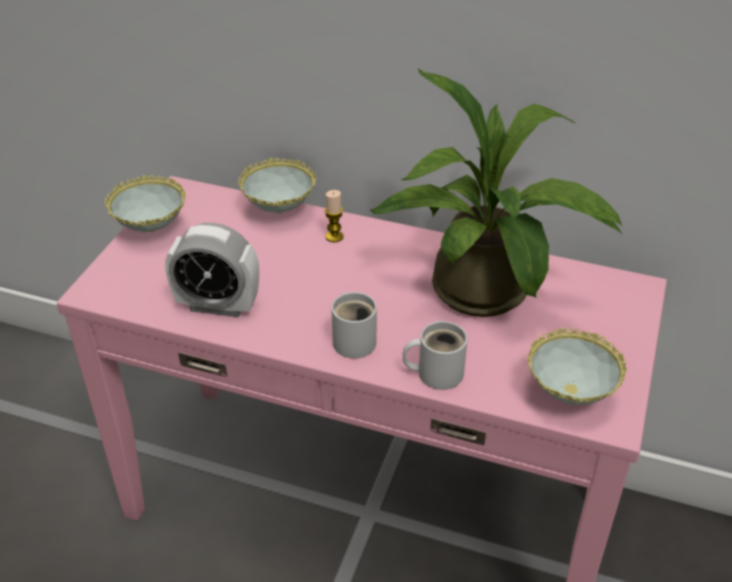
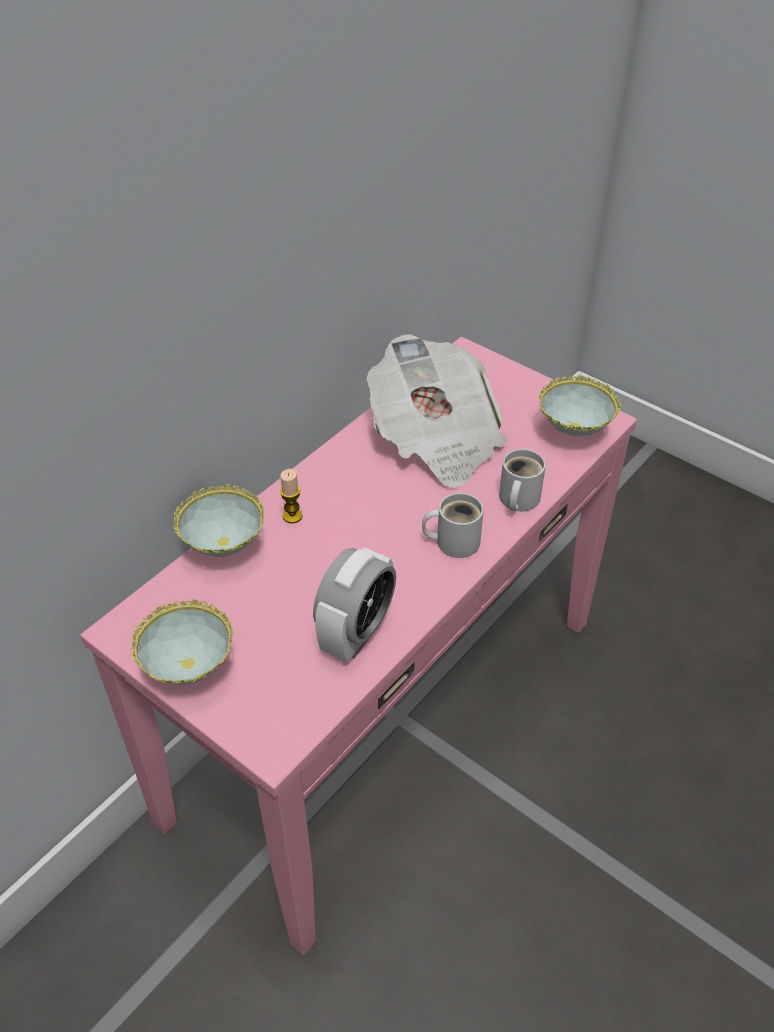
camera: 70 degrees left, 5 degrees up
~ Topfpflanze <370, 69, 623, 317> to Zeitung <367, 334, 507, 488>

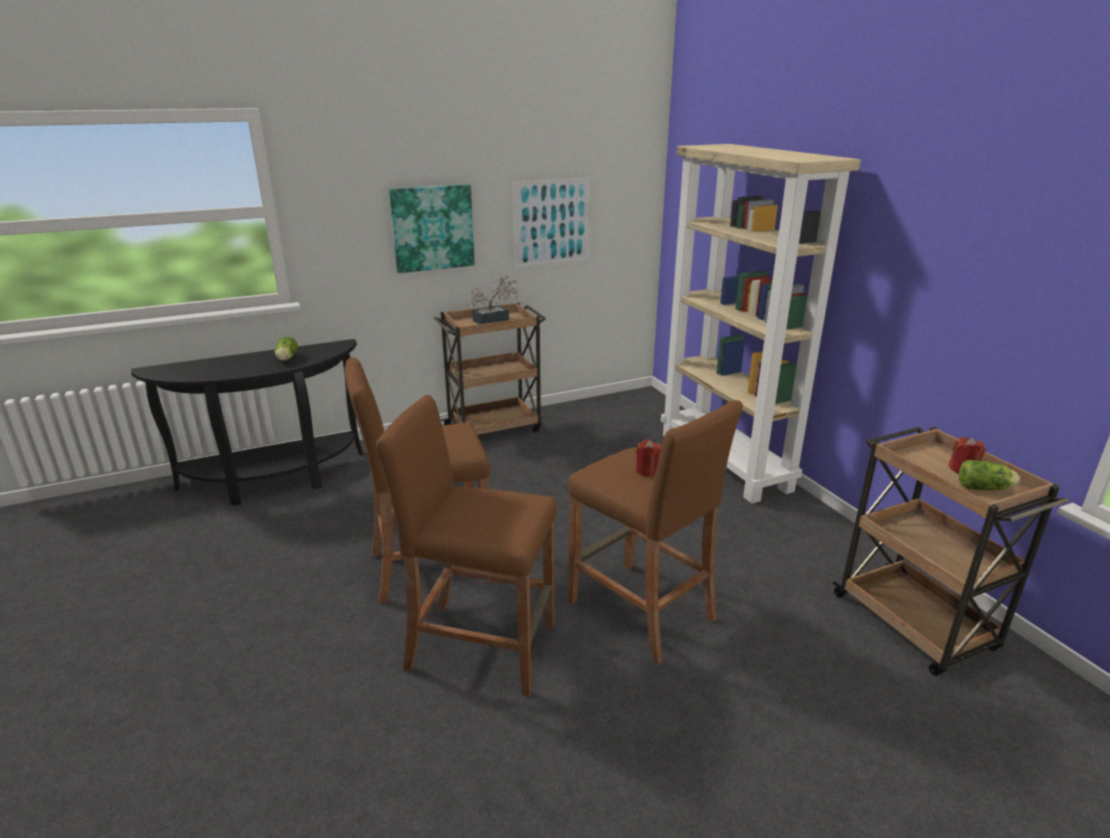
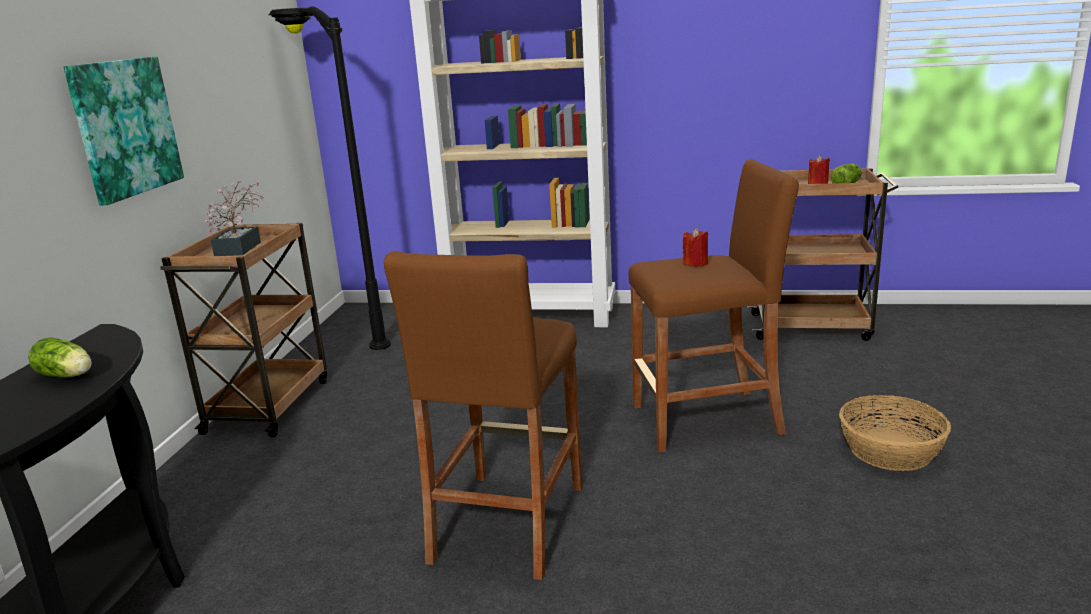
camera: 55 degrees left, 5 degrees down
- Hocker [braun] <376, 394, 557, 696>
- Bild <513, 178, 591, 268>
+ Stehlampe [schwarz] <268, 6, 391, 350>
+ Korb <839, 395, 951, 471>

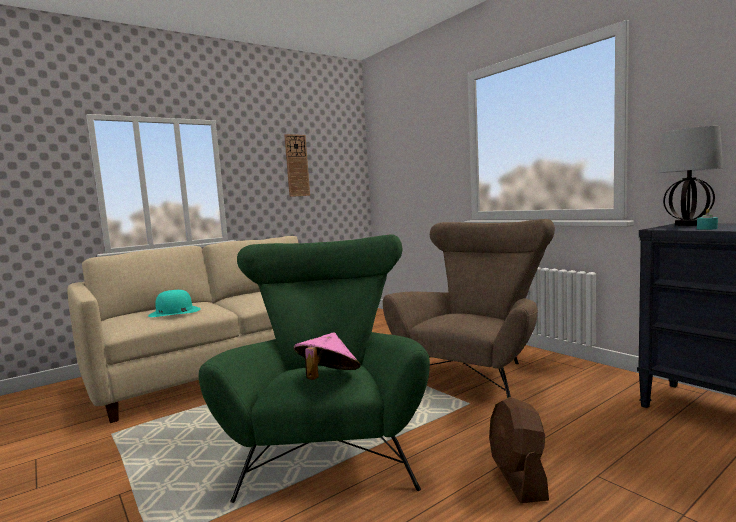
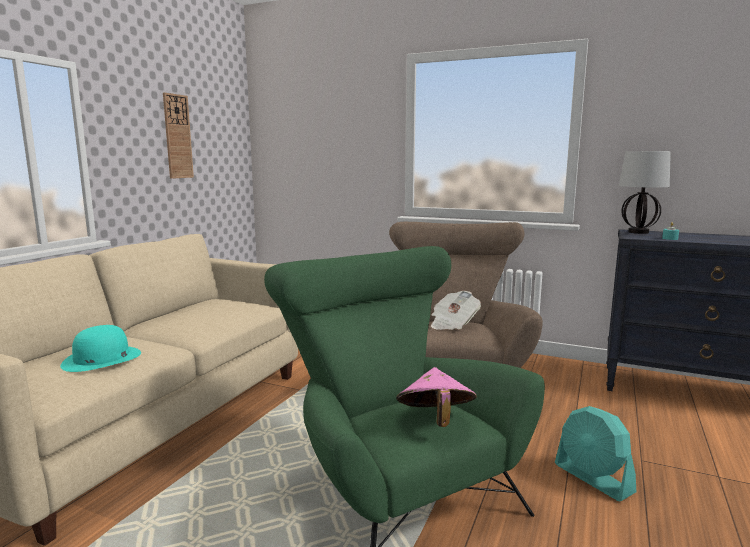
camera: 30 degrees left, 5 degrees up
+ Zeitung <431, 291, 481, 330>
~ Ventilator [braun] <489, 397, 549, 503> to Ventilator [türkis] <555, 406, 636, 502>

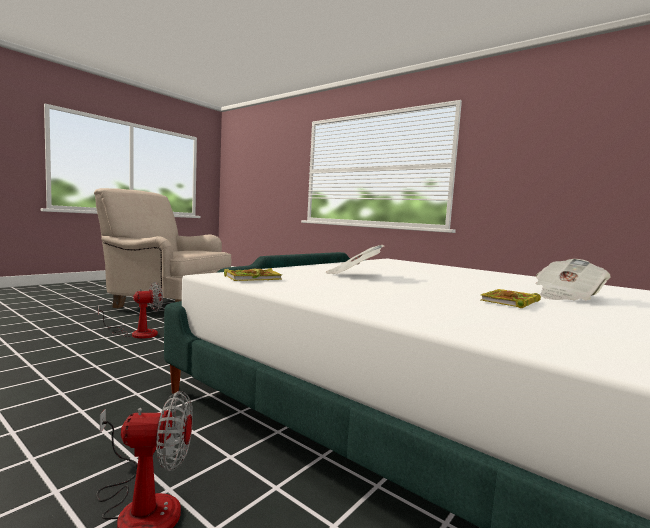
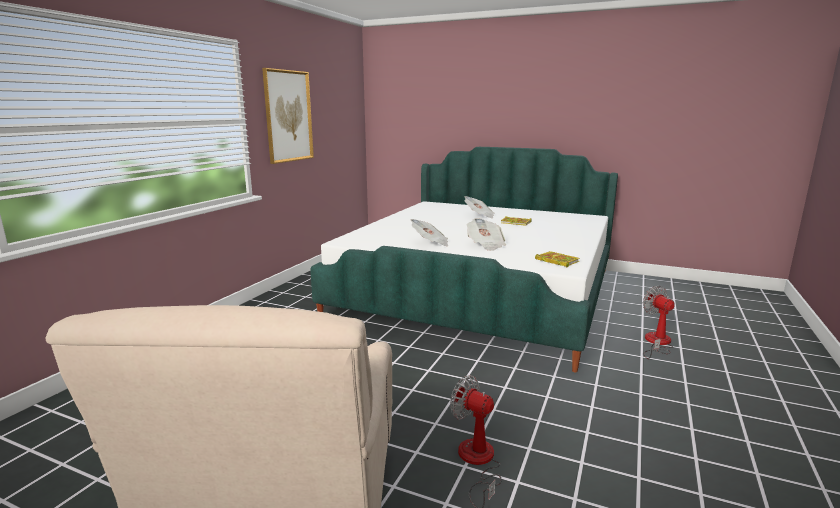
camera: 105 degrees left, 10 degrees up
+ Bild <262, 68, 314, 164>
+ Zeitung <411, 219, 448, 246>

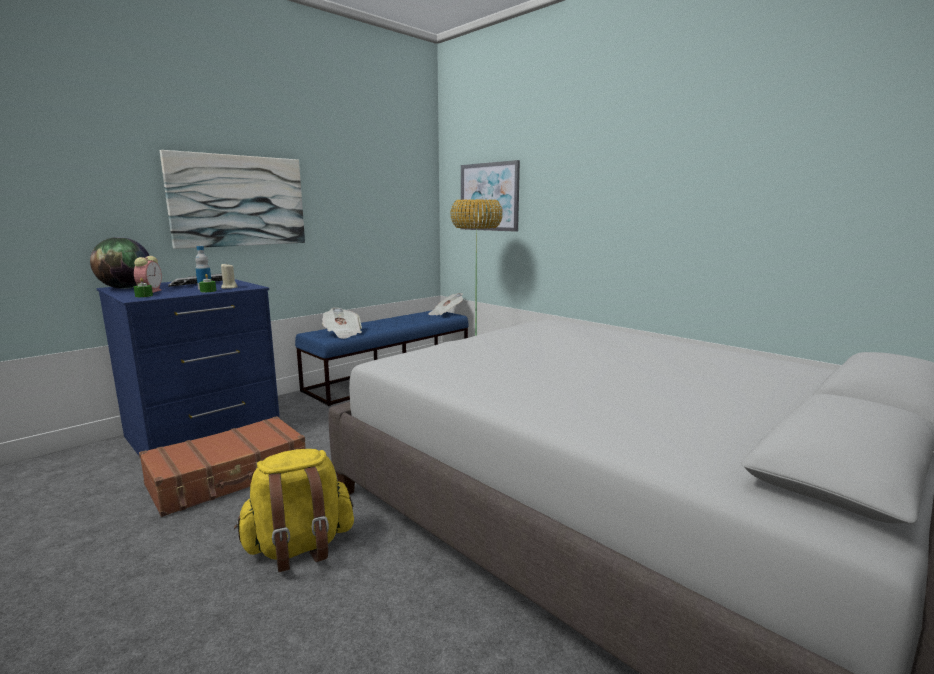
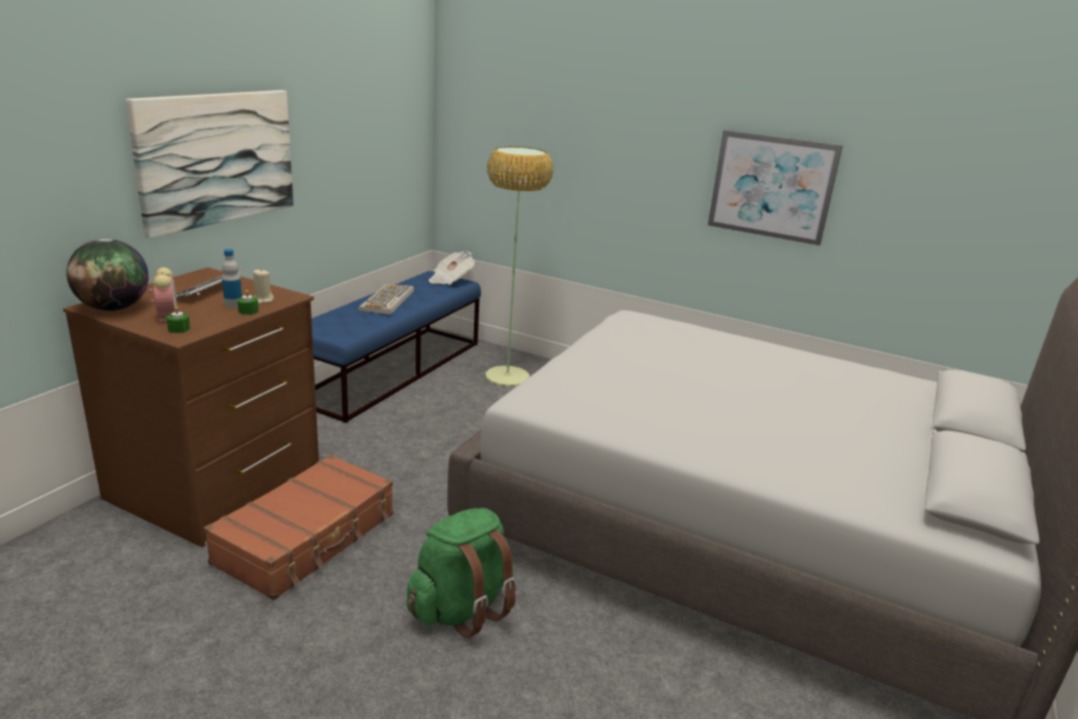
camera: 20 degrees left, 10 degrees up
- Zeitung <322, 308, 362, 339>
+ Tastatur <358, 284, 414, 315>
~ Bild <461, 160, 520, 232> to <708, 130, 843, 246>
~ Kommode [blau] <97, 279, 280, 457> to Kommode [braun] <63, 267, 319, 548>
~ Rucksack [gelb] <234, 449, 354, 572> to Rucksack [grün] <407, 508, 517, 638>

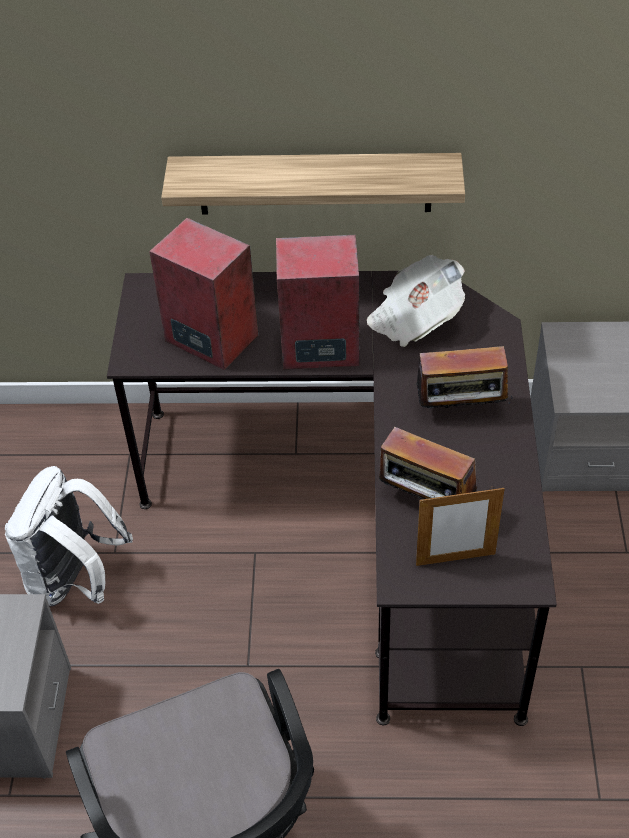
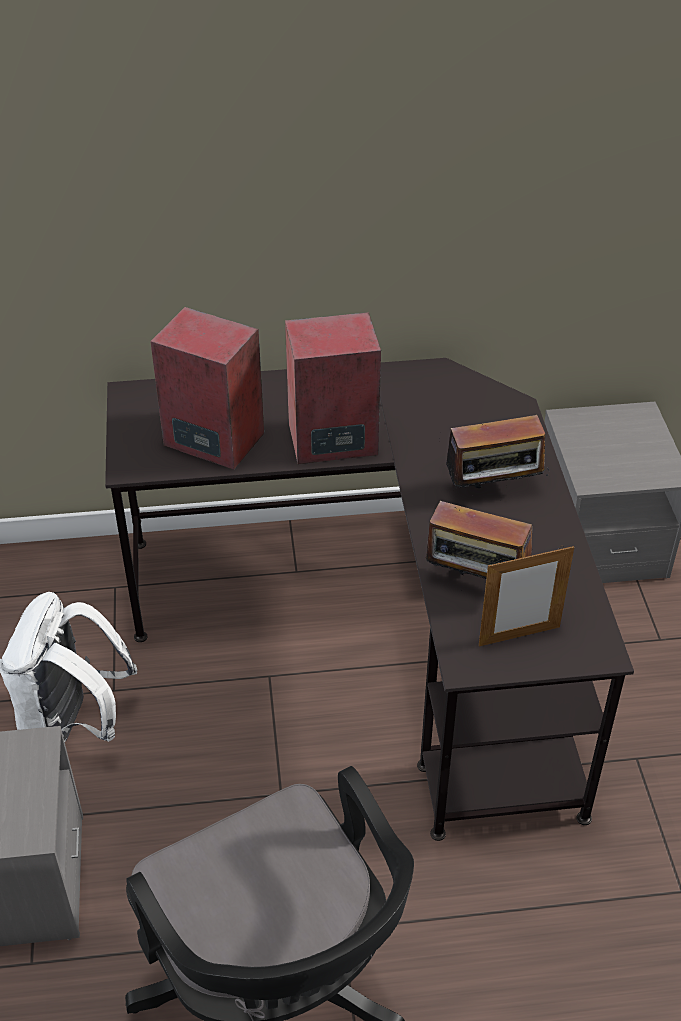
camera: 10 degrees left, 5 degrees down
- Wandregal <161, 153, 465, 215>
- Zeitung <367, 255, 465, 347>

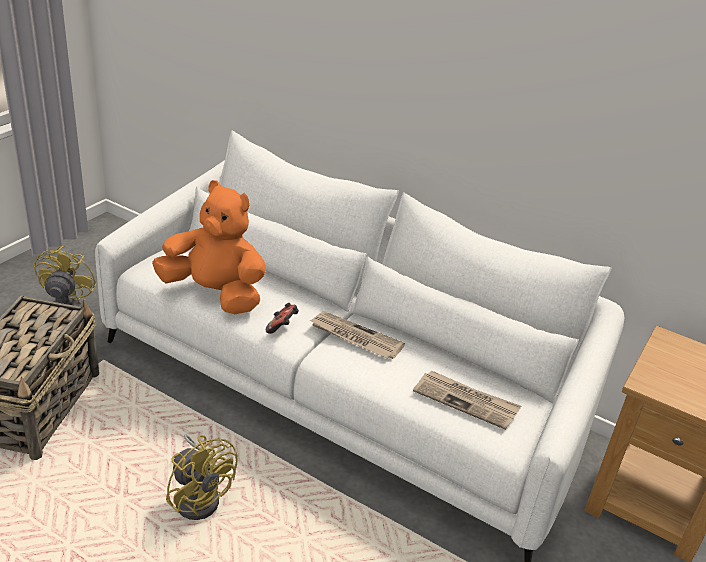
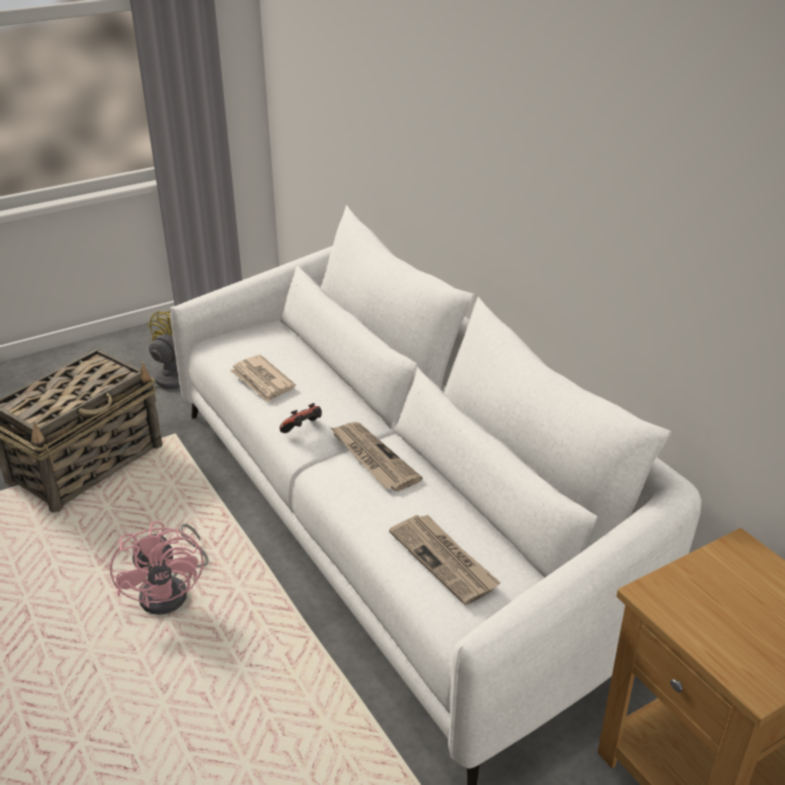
camera: 30 degrees right, 0 degrees up
~ Plüschtier [orange] <152, 180, 266, 314> to Zeitung <230, 355, 296, 403>
~ Ventilator [gelb] <166, 435, 238, 520> to Ventilator [rosa] <110, 521, 209, 615>

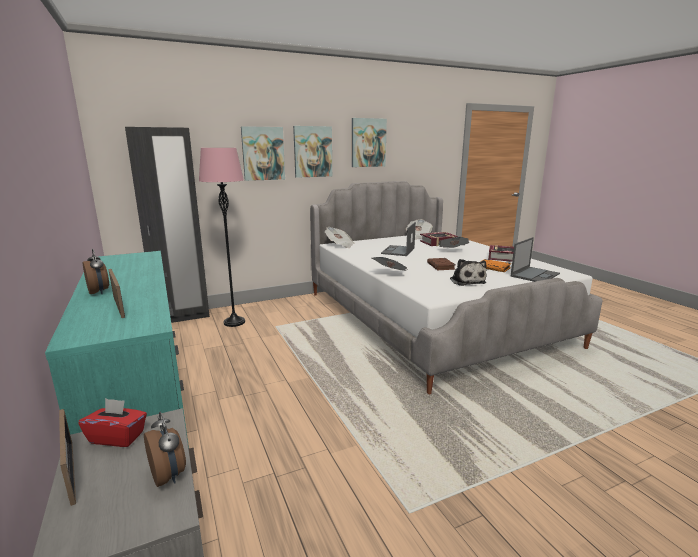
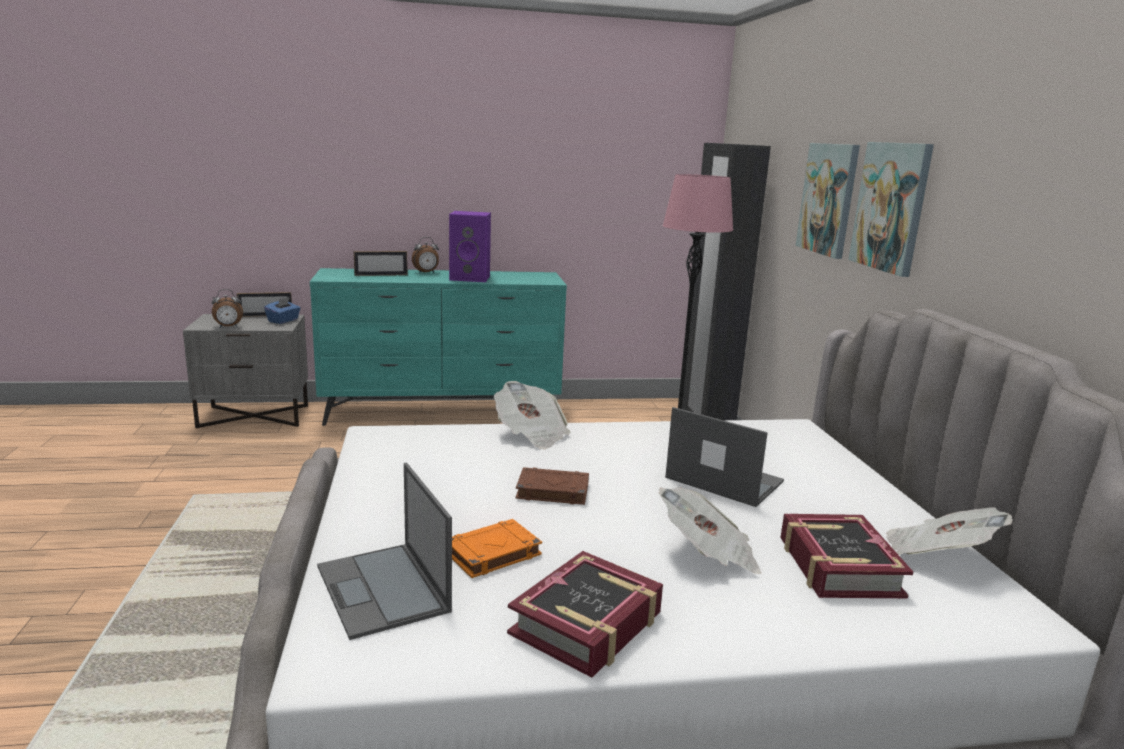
camera: 105 degrees right, 0 degrees up
- Zeitung <325, 227, 354, 248>
- Bild <352, 118, 387, 167>
- Plüschtier <450, 259, 487, 286>
+ Lautsprecher [lila] <449, 211, 491, 282>
~ Taschentuchbox [rot] <78, 398, 147, 447> to Taschentuchbox [blau] <264, 297, 301, 324>

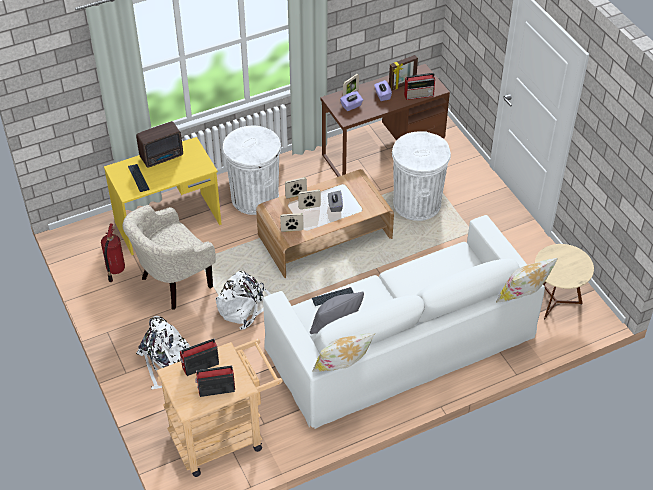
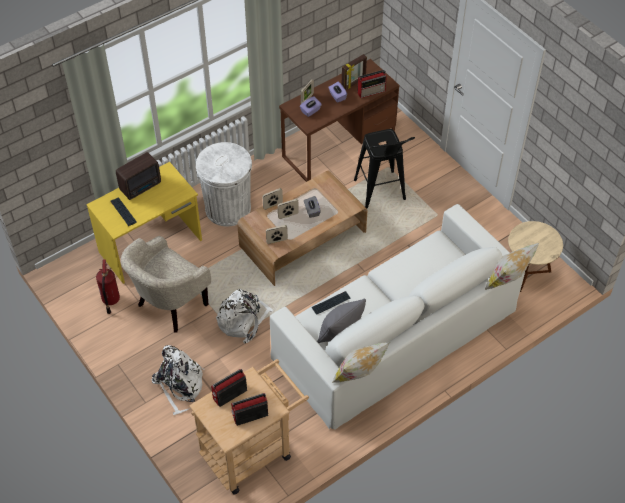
camera: 10 degrees left, 5 degrees up
~ Mülleimer [weiß] <392, 131, 451, 221> to Hocker [schwarz] <354, 129, 415, 208>

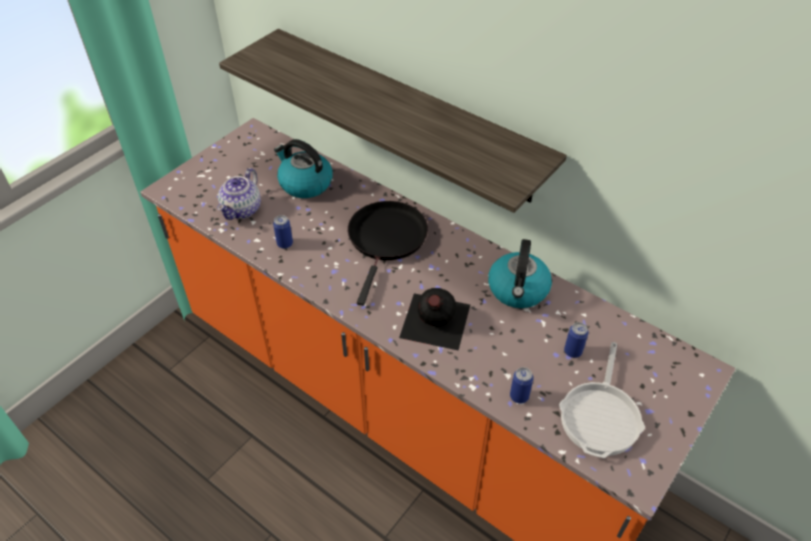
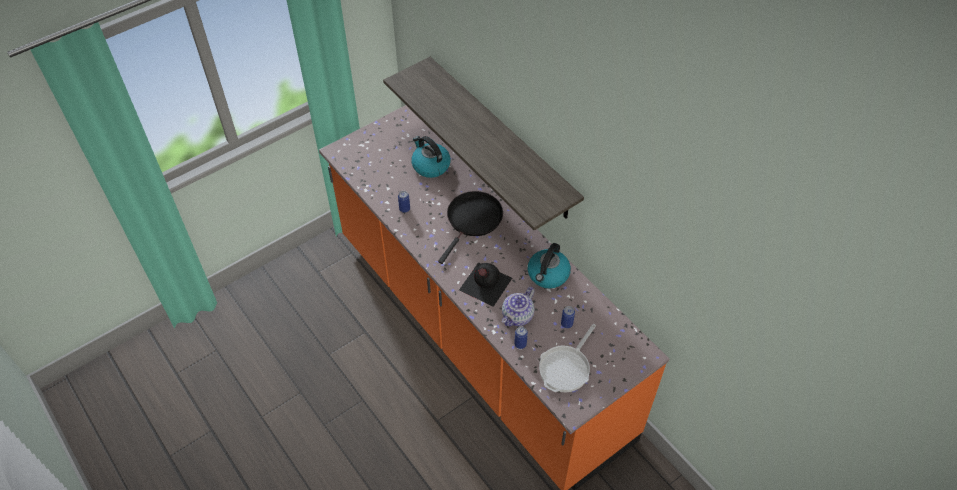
camera: 15 degrees right, 5 degrees up
~ Teekanne <217, 168, 261, 220> to <502, 287, 534, 327>

